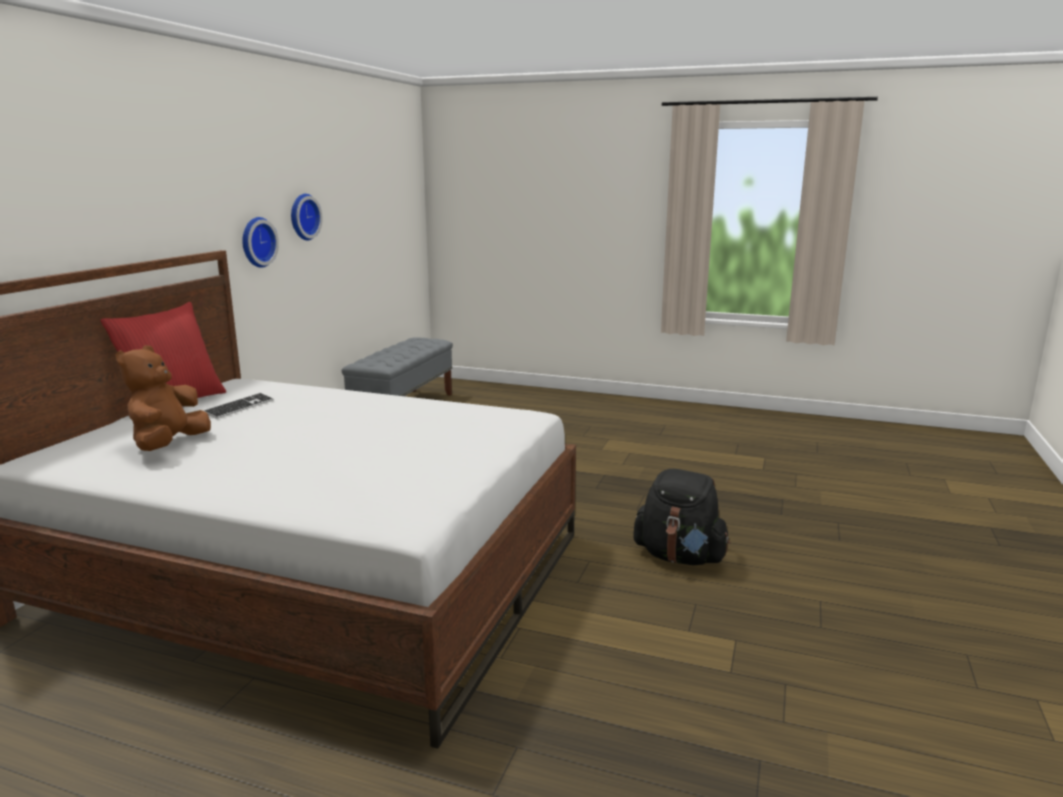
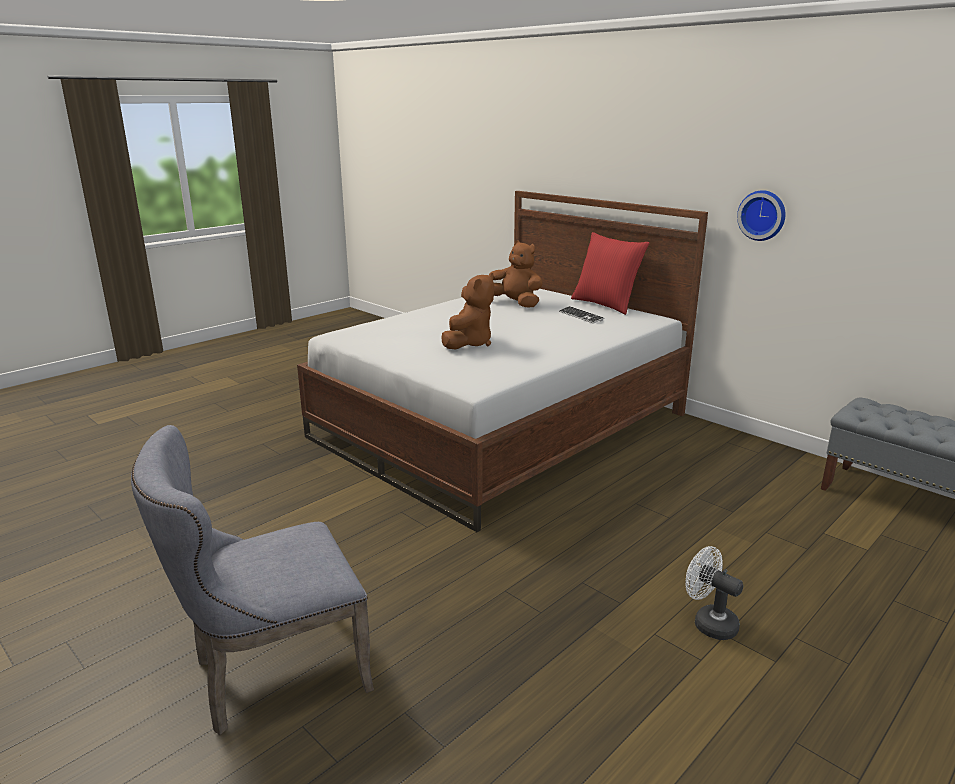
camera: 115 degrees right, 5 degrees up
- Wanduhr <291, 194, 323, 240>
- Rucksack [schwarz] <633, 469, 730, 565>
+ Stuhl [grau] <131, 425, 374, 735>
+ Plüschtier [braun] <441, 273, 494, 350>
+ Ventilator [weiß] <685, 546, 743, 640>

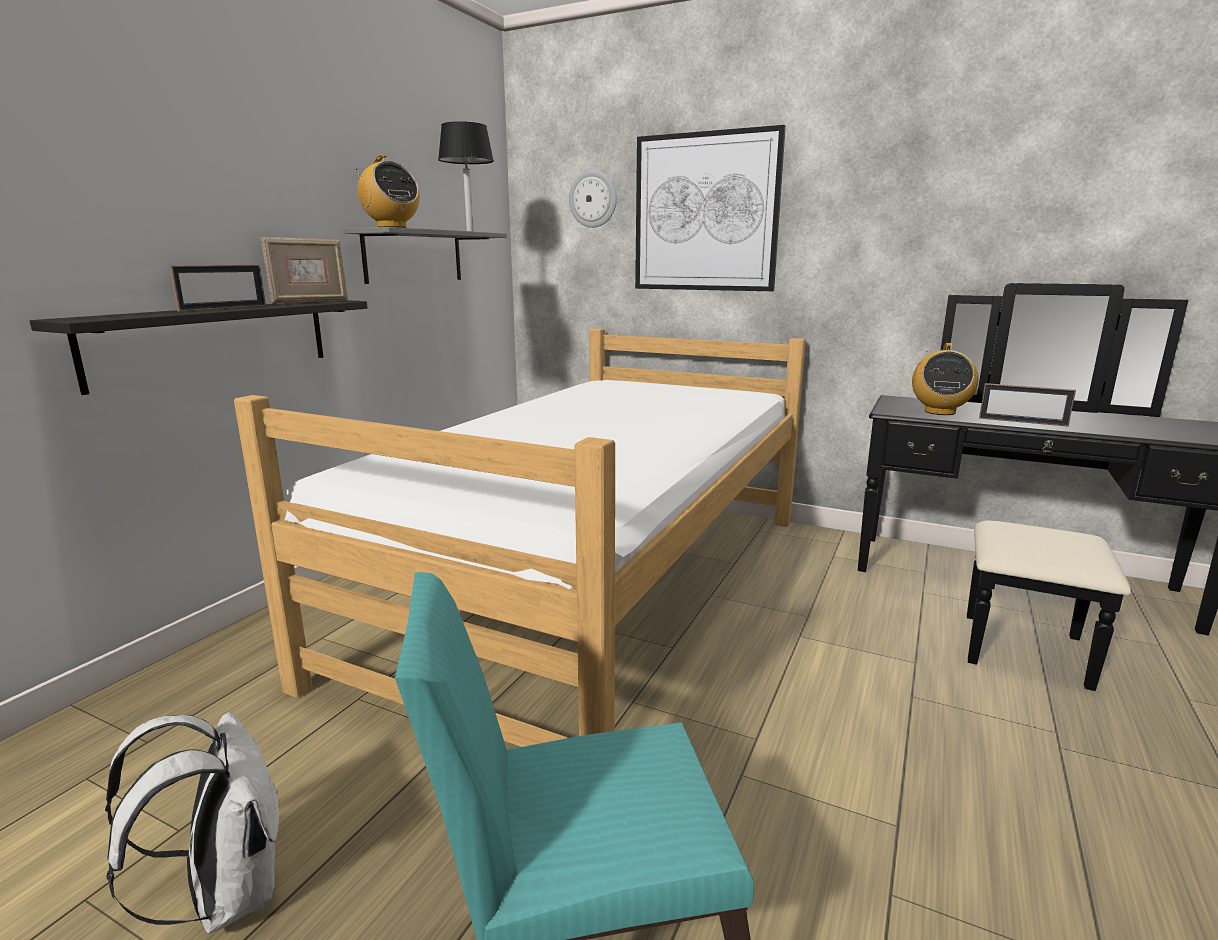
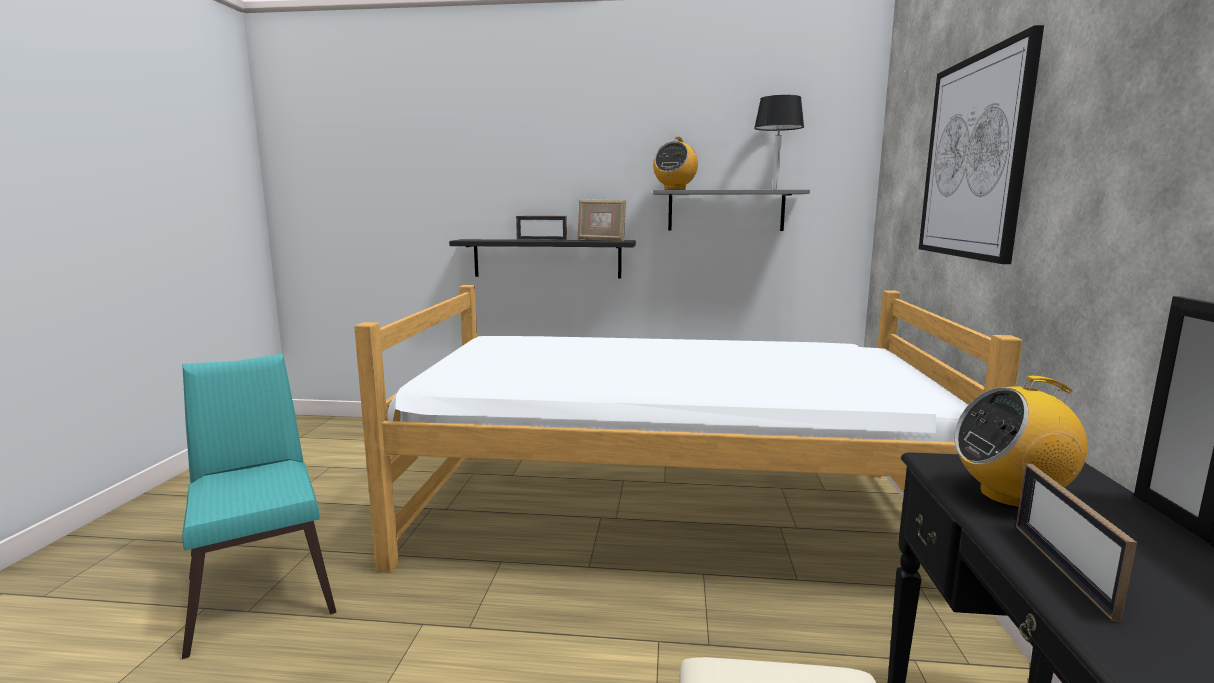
camera: 70 degrees right, 5 degrees down
- Rucksack [weiß] <105, 712, 279, 934>
- Wanduhr <569, 170, 617, 228>

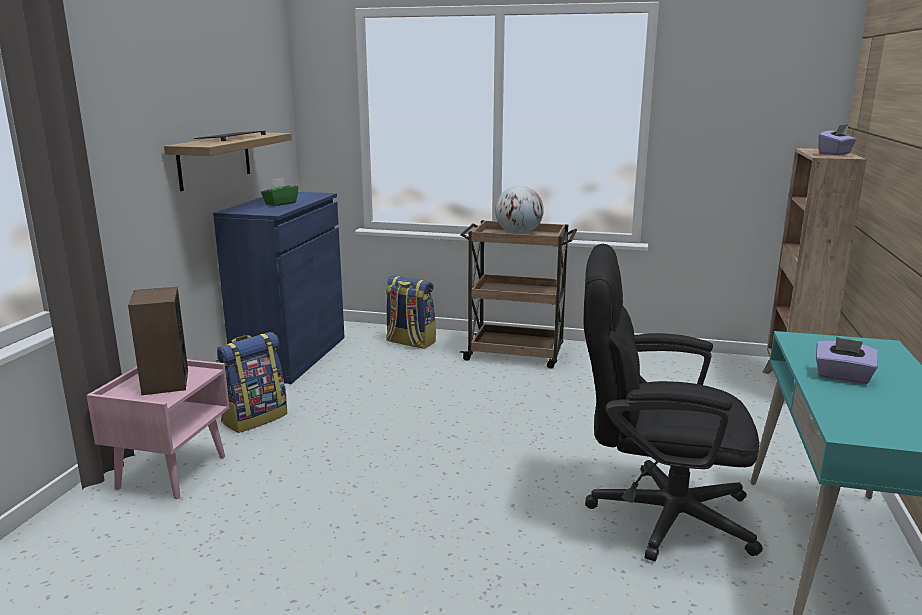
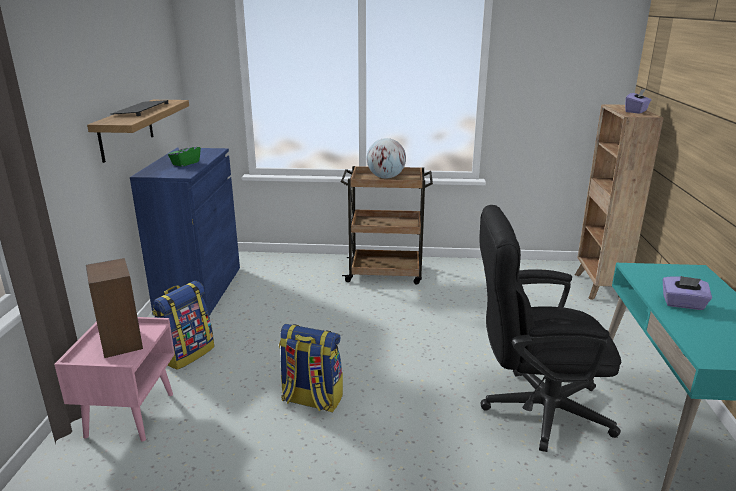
camera: 10 degrees left, 5 degrees up
~ Rucksack <386, 276, 436, 349> to <279, 324, 343, 413>

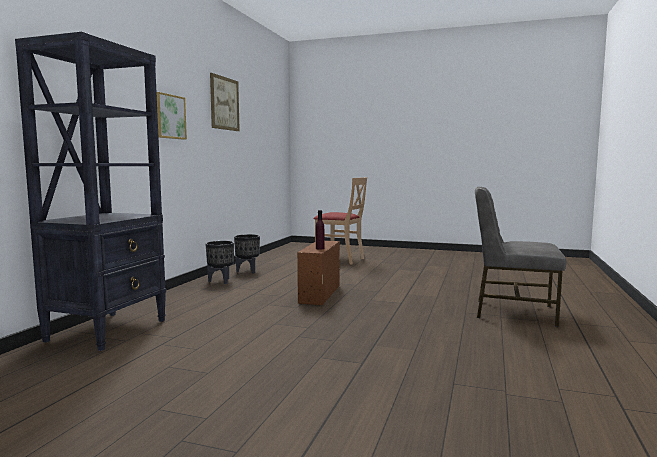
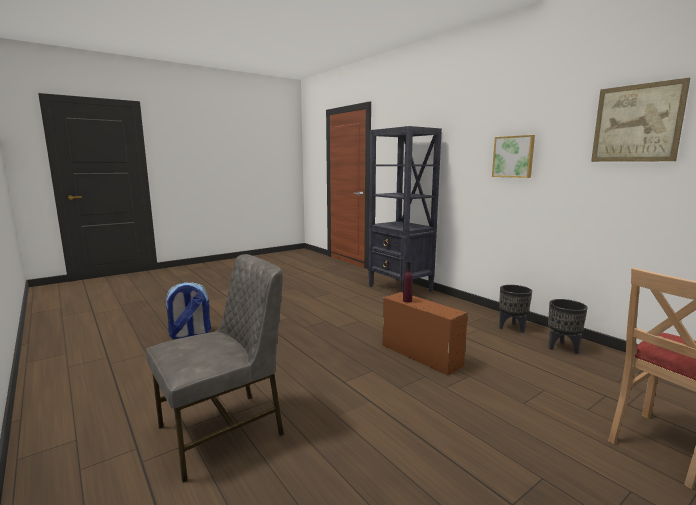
camera: 125 degrees right, 5 degrees up
+ Rucksack <164, 282, 211, 339>

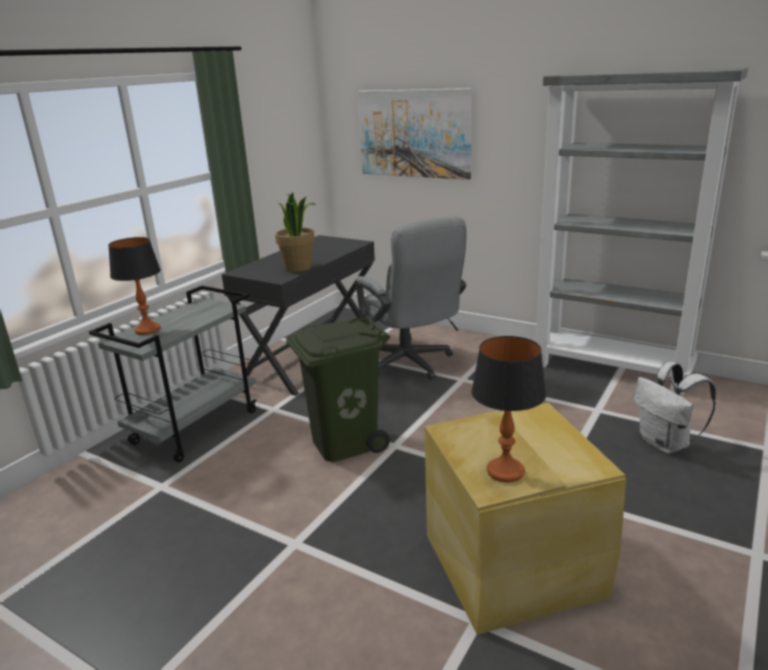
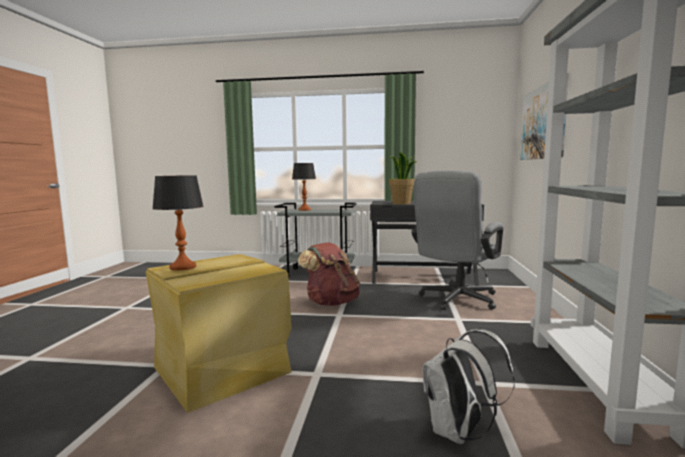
camera: 65 degrees right, 15 degrees down
~ Mülleimer [grün] <286, 318, 390, 462> to Rucksack [braun] <298, 242, 360, 306>

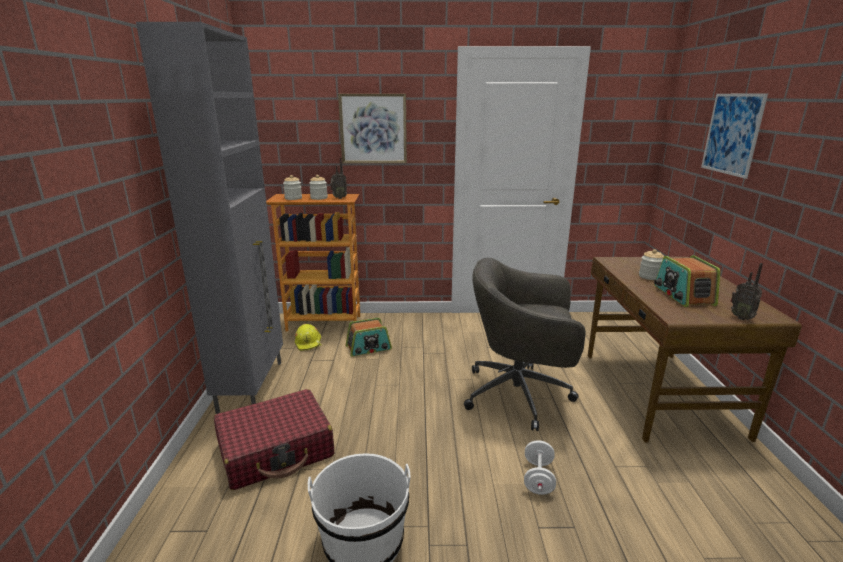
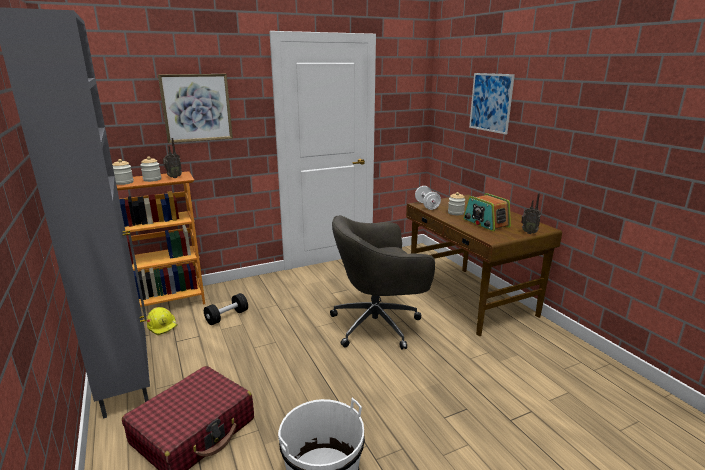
camera: 25 degrees left, 0 degrees up
~ Hantel [weiß] <524, 440, 556, 495> to <415, 186, 441, 210>
~ Radio <346, 318, 392, 357> to Hantel [schwarz] <204, 293, 248, 325>

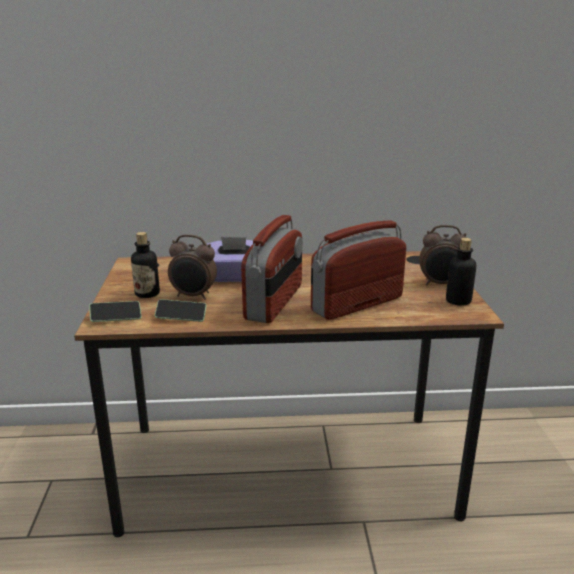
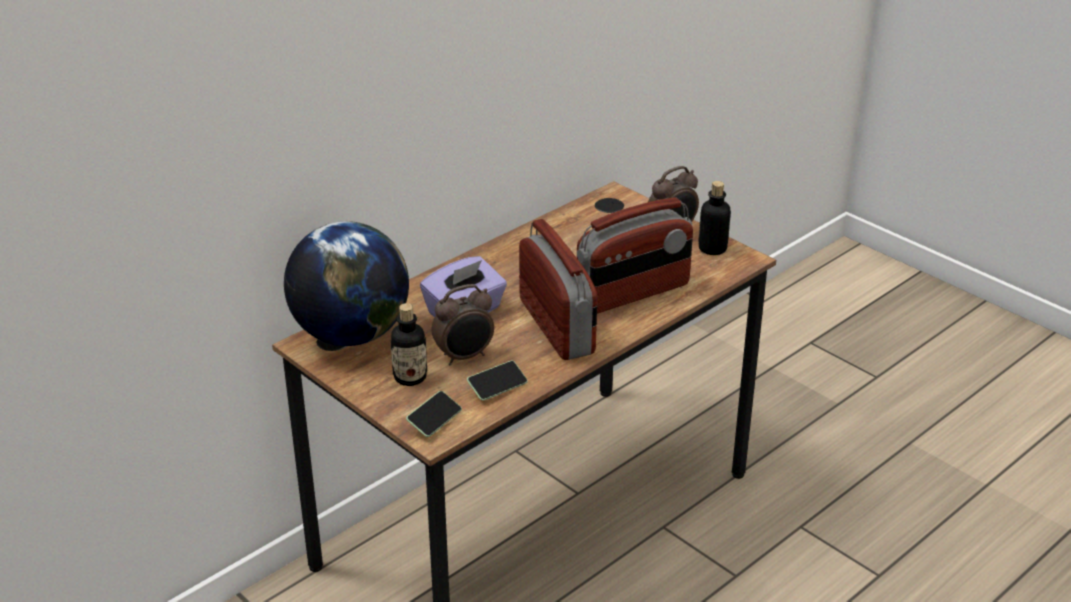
camera: 40 degrees left, 10 degrees up
+ Globus <284, 221, 409, 346>
~ Radio <311, 220, 406, 320> = <577, 197, 693, 313> 135 degrees counterclockwise

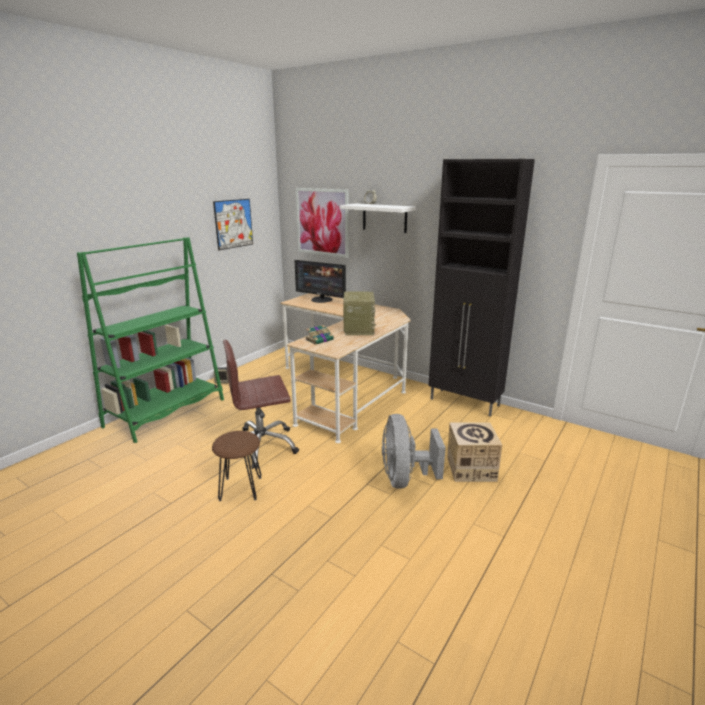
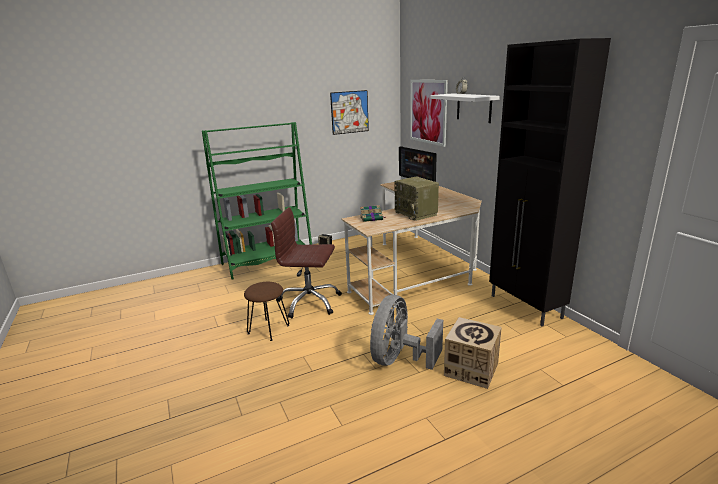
camera: 30 degrees right, 0 degrees up
~ Radio <343, 291, 376, 335> = <395, 177, 439, 221> 120 degrees clockwise

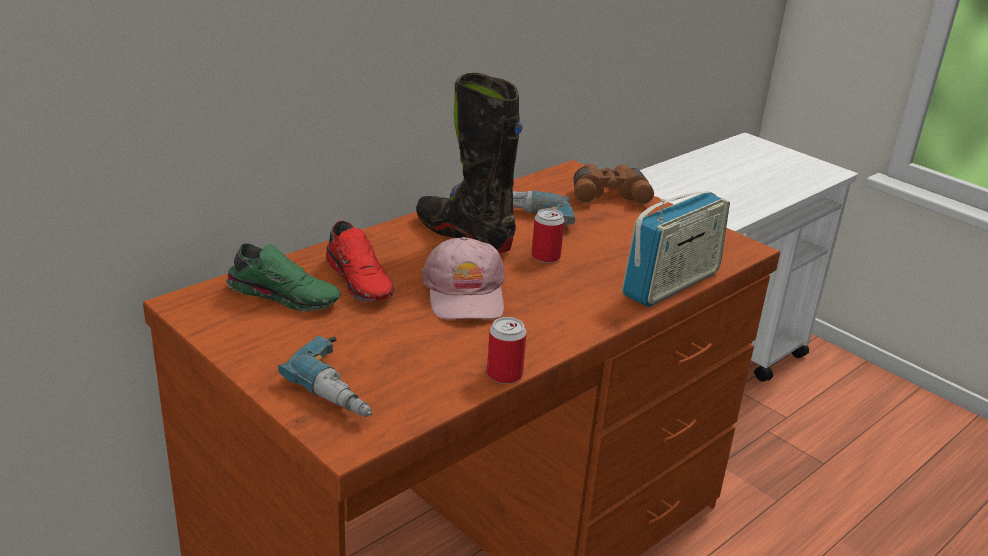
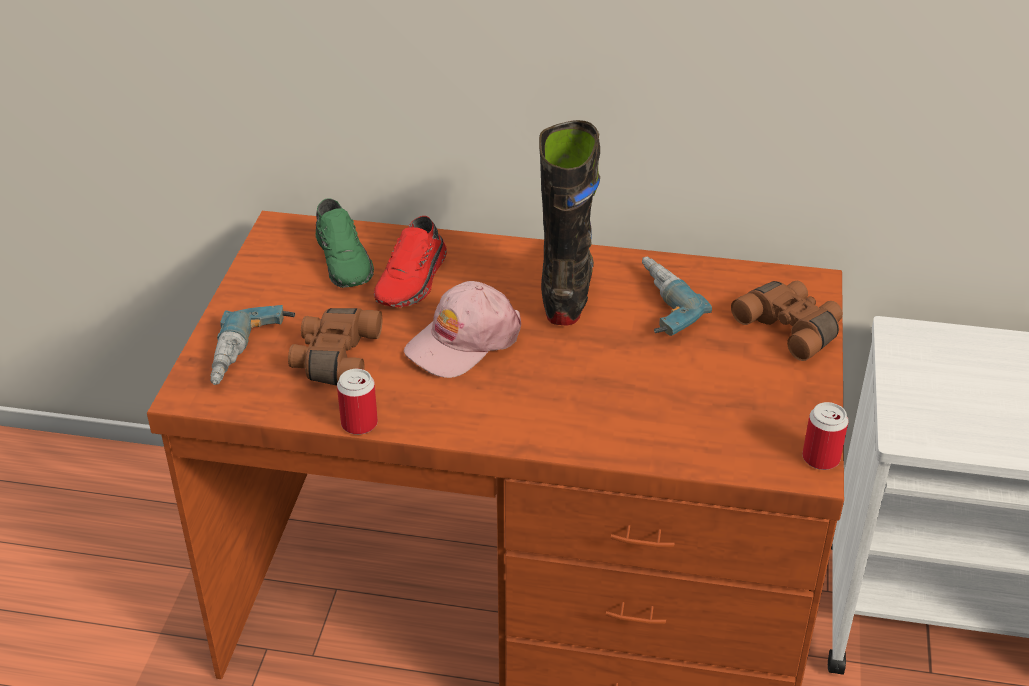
camera: 55 degrees right, 10 degrees up
- Radio <622, 191, 730, 307>
+ Fernglas [braun] <288, 308, 382, 386>
~ Dose <531, 208, 564, 263> to <802, 402, 848, 470>

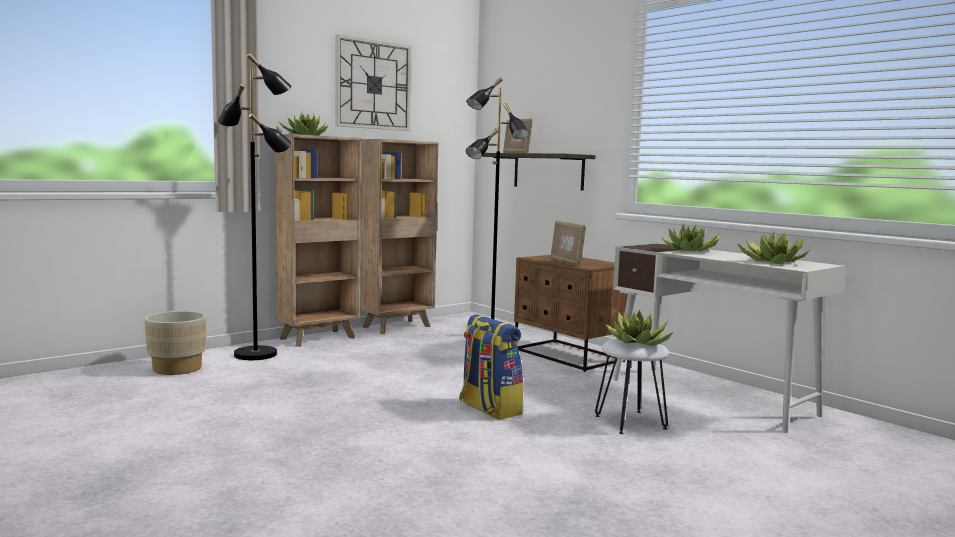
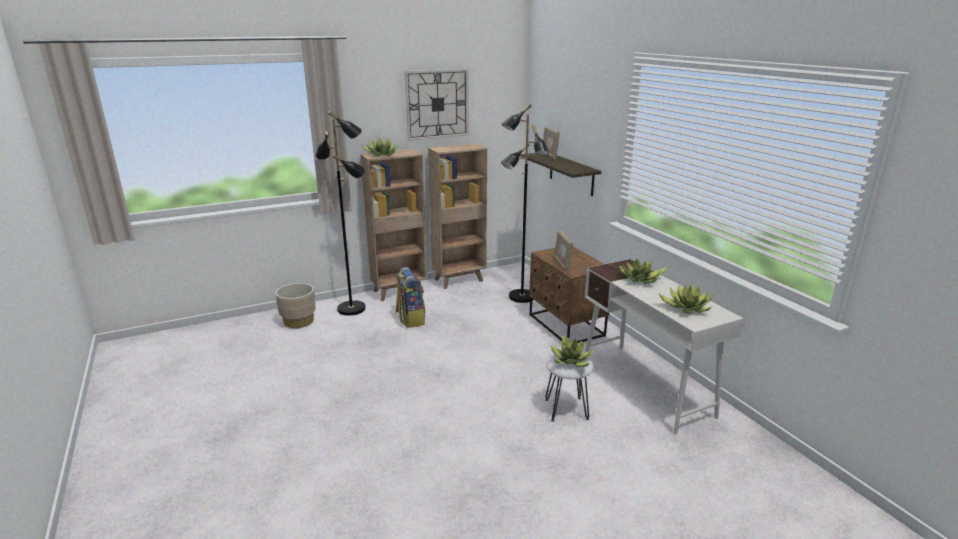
camera: 15 degrees right, 15 degrees up
~ Rucksack <459, 314, 523, 420> to <395, 267, 425, 328>

